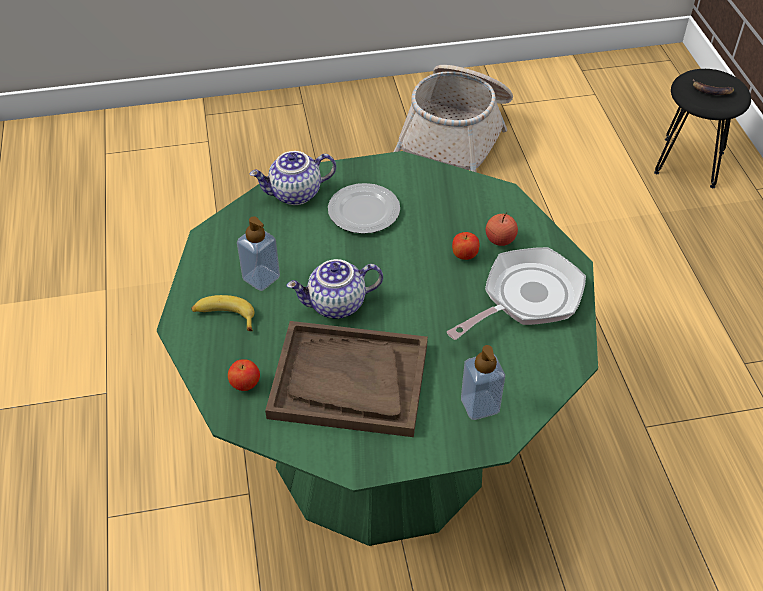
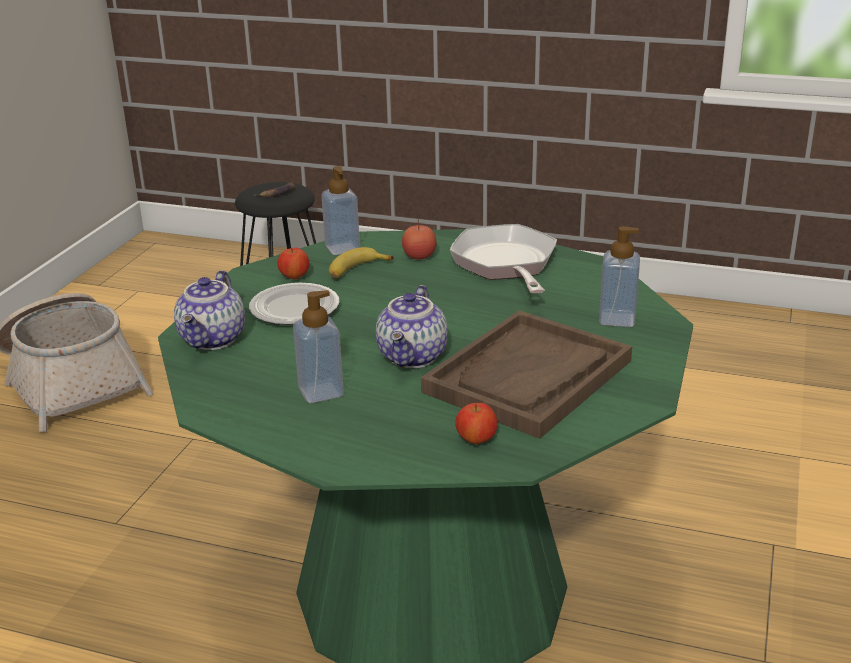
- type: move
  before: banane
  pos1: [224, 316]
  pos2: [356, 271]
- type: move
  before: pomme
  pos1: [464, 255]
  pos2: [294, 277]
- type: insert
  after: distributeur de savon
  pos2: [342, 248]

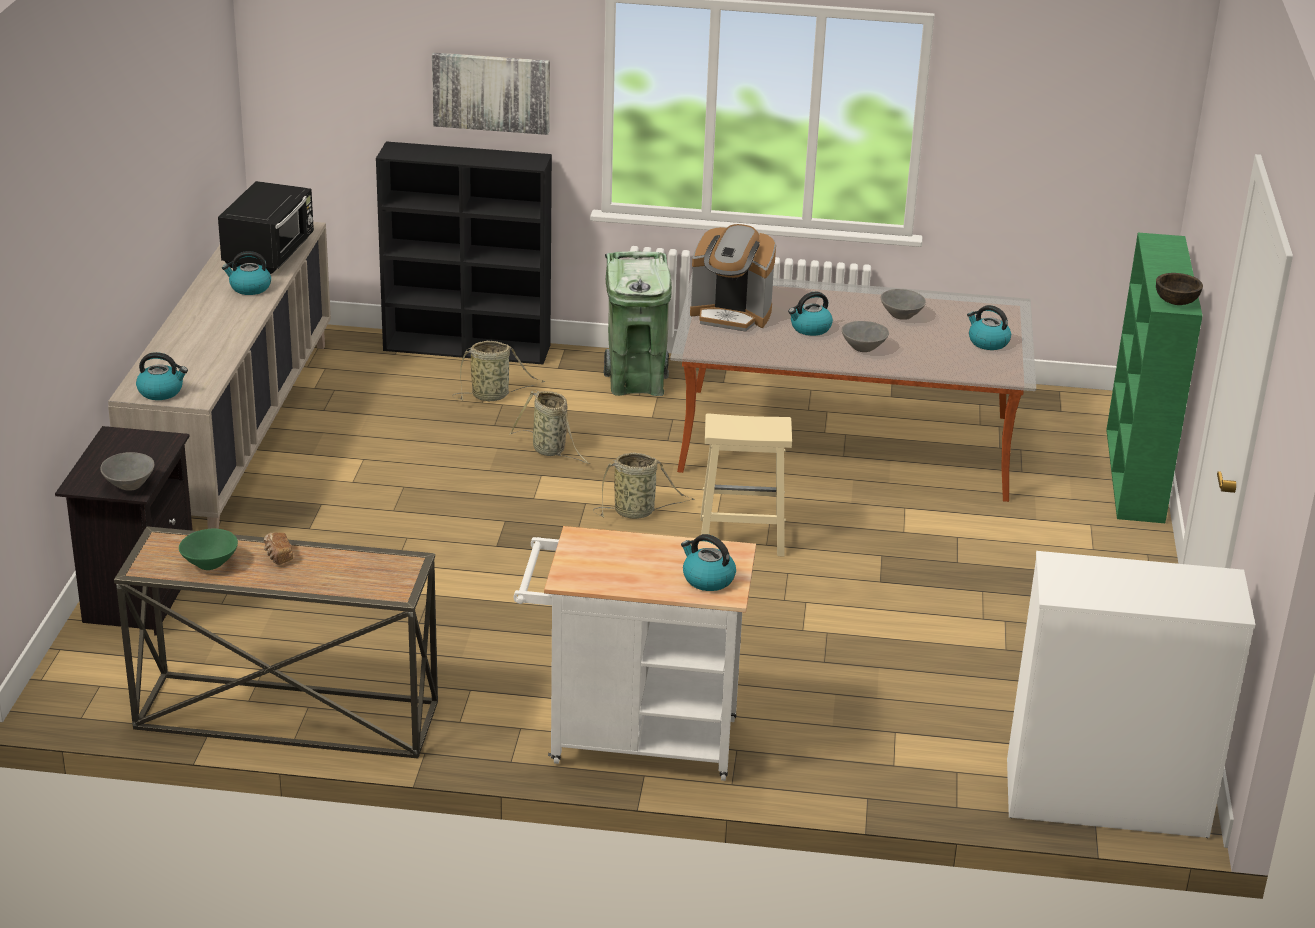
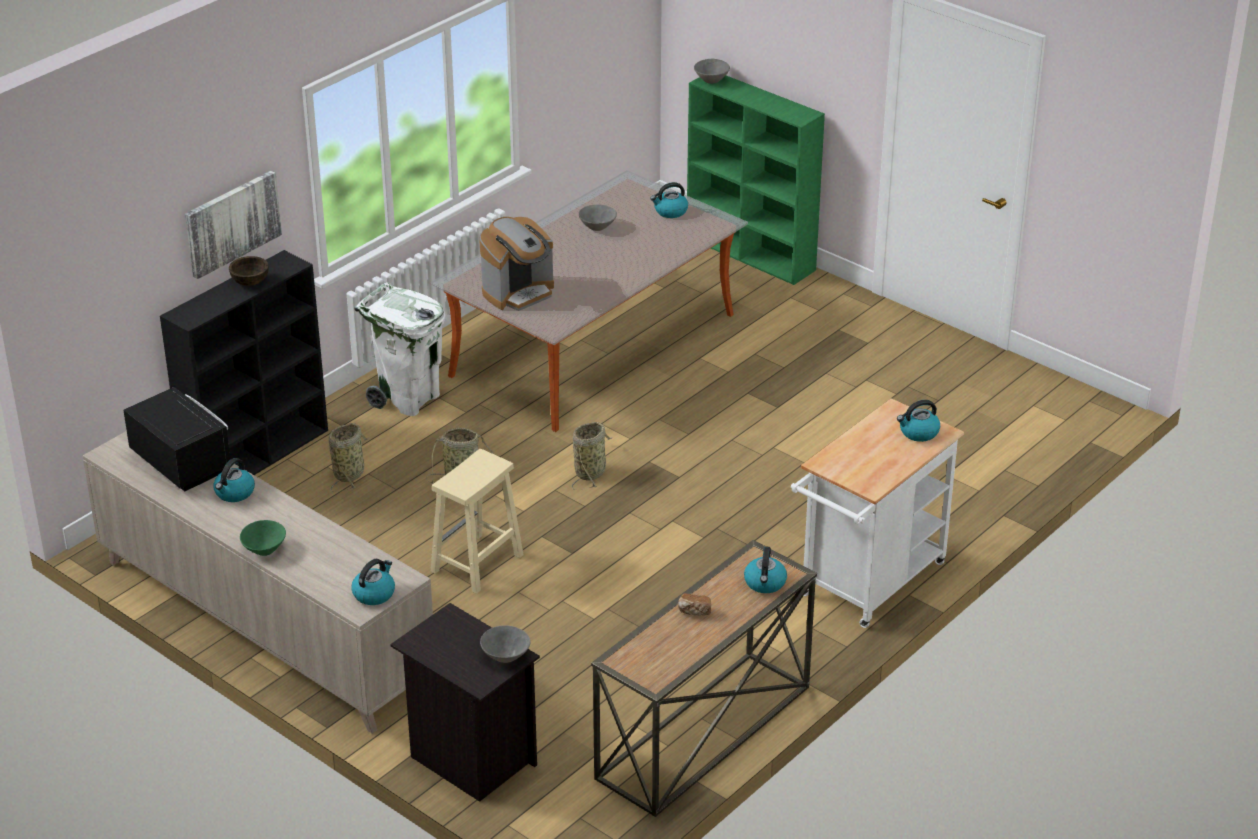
- type: move
  before: bol/vert
  pos1: [209, 564]
  pos2: [264, 550]
- type: recolor
  before: poubelle/vert
  after: poubelle/blanc
  pos1: [636, 383]
  pos2: [408, 399]
- type: move
  before: tabouret/beige
  pos1: [740, 536]
  pos2: [476, 564]
- type: move
  before: bouilloire
  pos1: [810, 328]
  pos2: [765, 583]
- type: move
  before: bol/gris
  pos1: [864, 348]
  pos2: [712, 80]
- type: delete
  before: commode/blanc
  pos1: [1105, 798]
- type: move
  before: bol/marron
  pos1: [1176, 301]
  pos2: [250, 281]

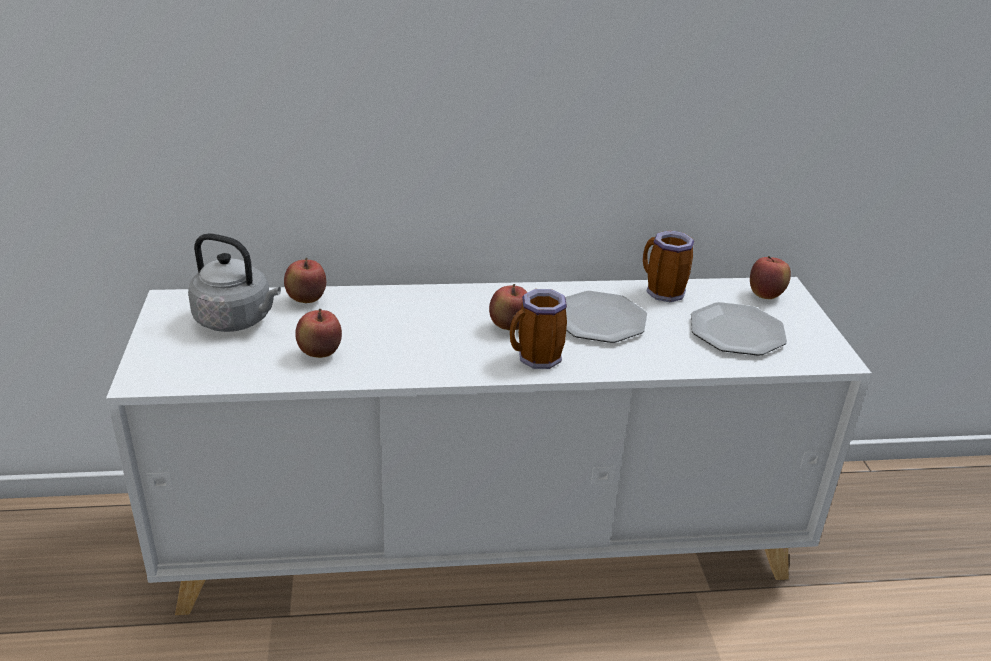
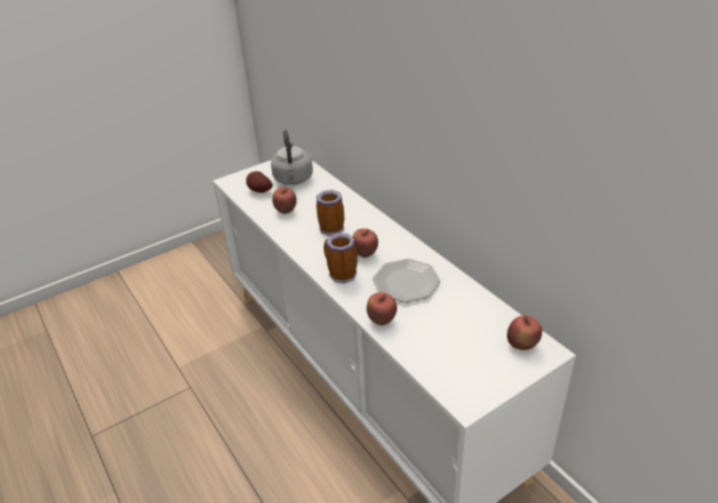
- type: move
  before: pomme
  pos1: [306, 300]
  pos2: [381, 320]
- type: move
  before: mug
  pos1: [661, 292]
  pos2: [331, 227]
- type: delete
  before: assiette
  pos1: [737, 332]
- type: insert
  after: pomme de terre
  pos2: [259, 191]

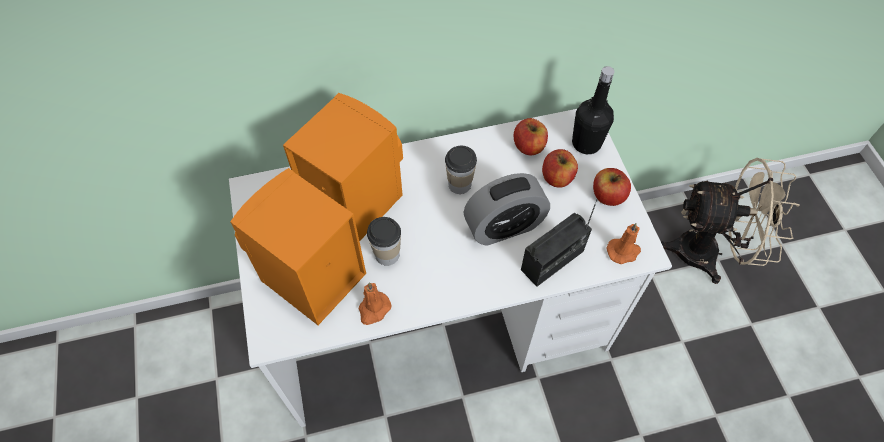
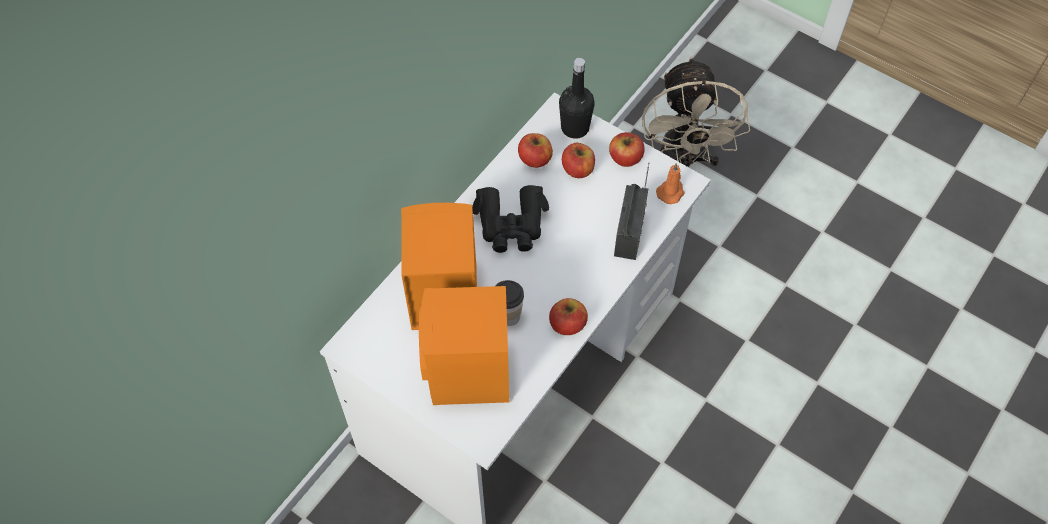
- type: delete
  before: bougie/orange
  pos1: [373, 309]
- type: replace
  before: tasse
  after: jumelles/noir
  pos1: [459, 184]
  pos2: [511, 224]
- type: delete
  before: réveil
  pos1: [504, 226]
- type: rotate
  before: ventilateur/beige
  pos1: [708, 253]
  pos2: [682, 160]
  turn: 120
- type: insert
  after: pomme
  pos2: [567, 324]

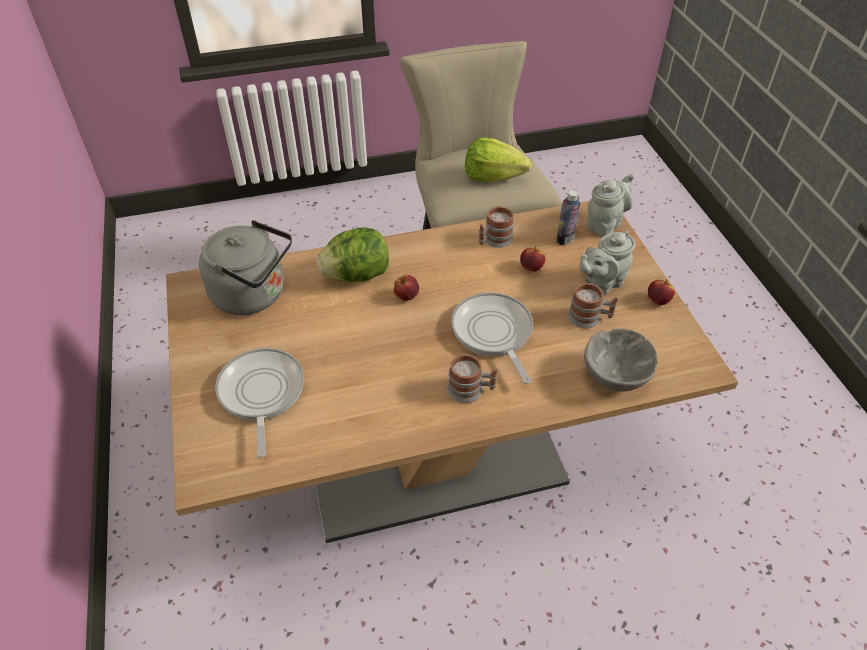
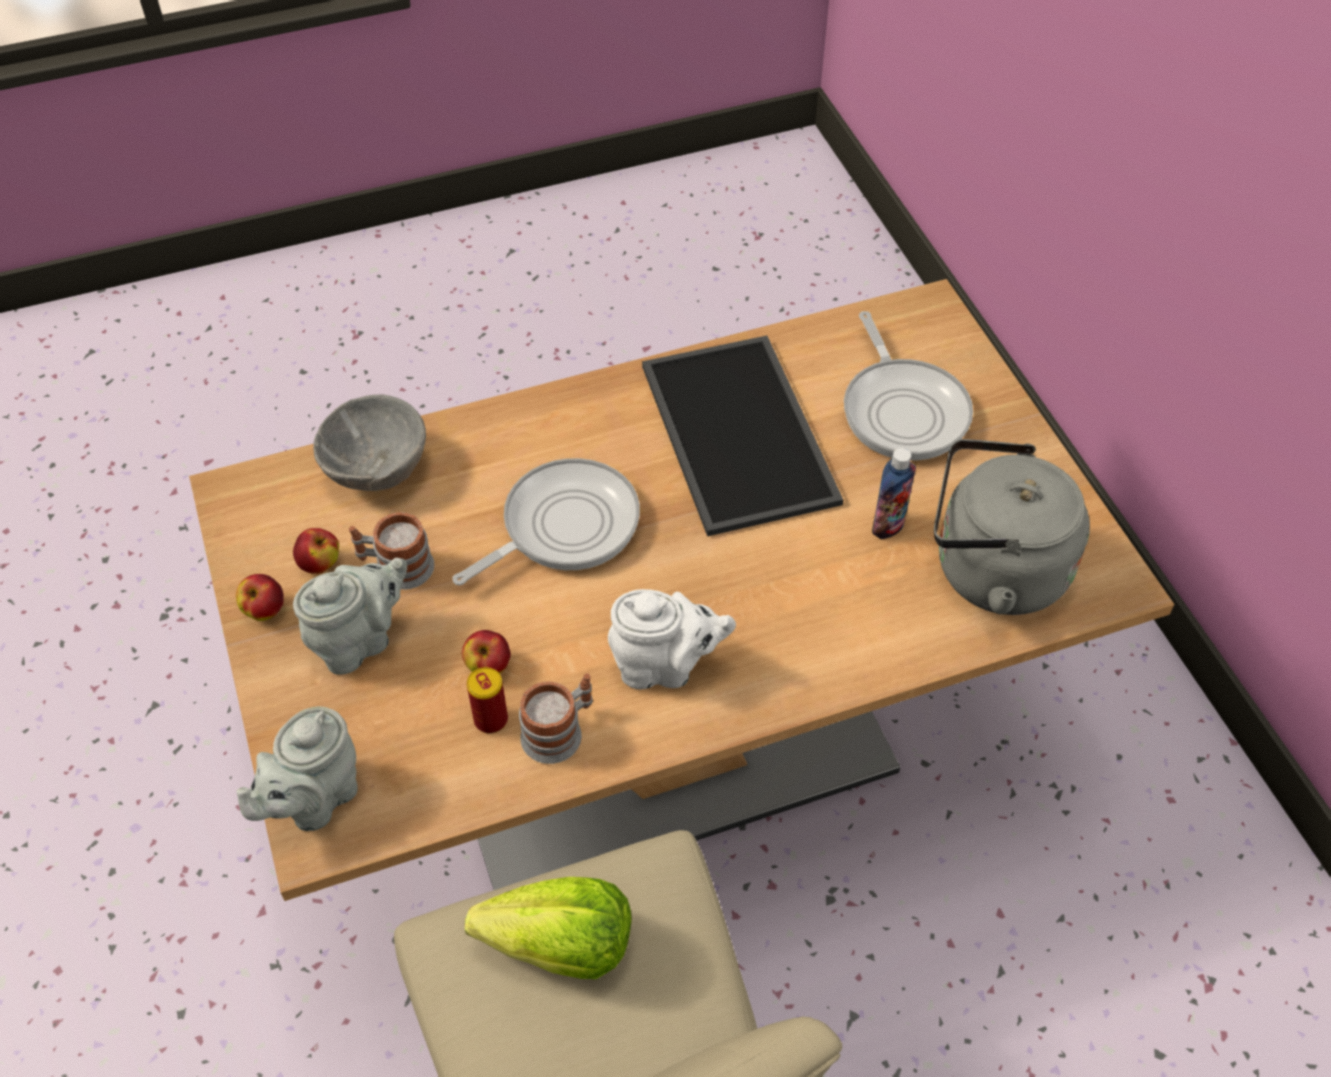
- type: delete
  before: laitue
  pos1: [357, 275]
- type: move
  before: pomme
  pos1: [406, 296]
  pos2: [320, 564]
- type: delete
  before: mug
  pos1: [471, 390]
- type: rotate
  before: poêle
  pos1: [493, 333]
  pos2: [563, 526]
  turn: -105
- type: move
  before: bouteille
  pos1: [565, 239]
  pos2: [888, 525]
- type: insert
  after: boîte métallique
  pos2: [491, 719]
- type: insert
  after: théière/blanc
  pos2: [664, 666]
- type: insert
  after: plateau
  pos2: [743, 434]

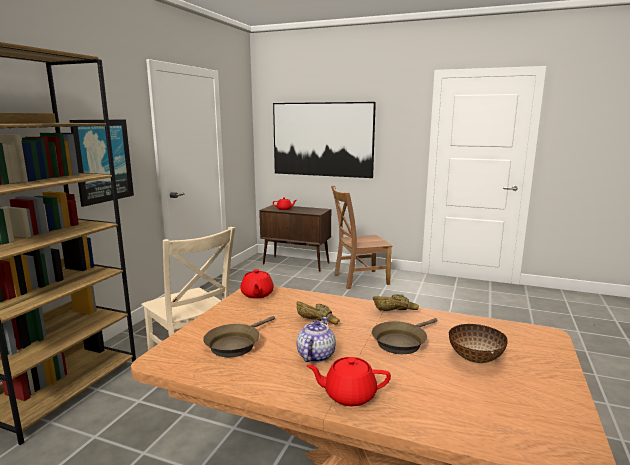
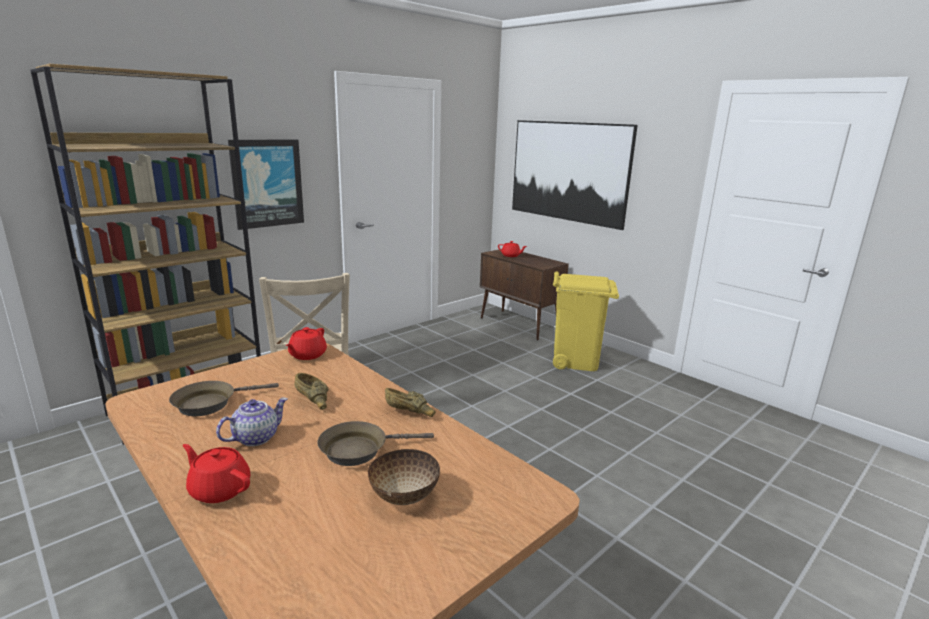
- type: replace
  before: chaise/marron
  after: poubelle/jaune
  pos1: [358, 279]
  pos2: [575, 360]

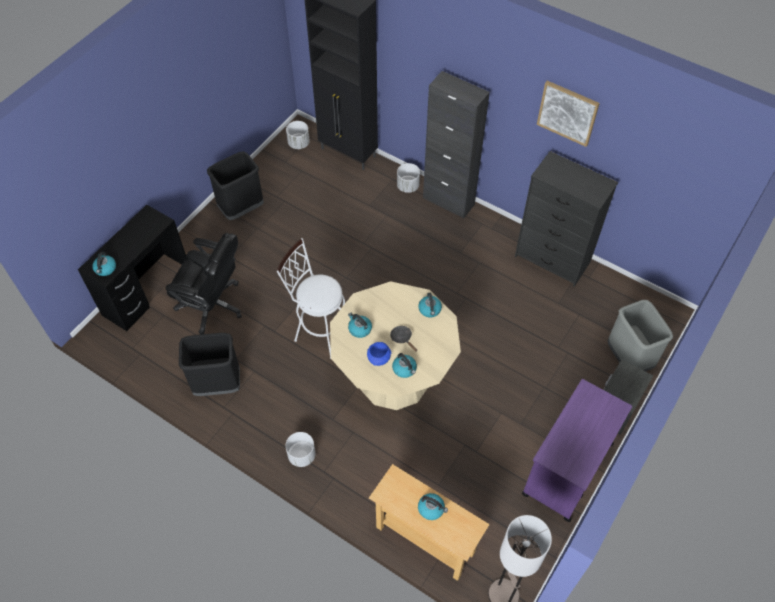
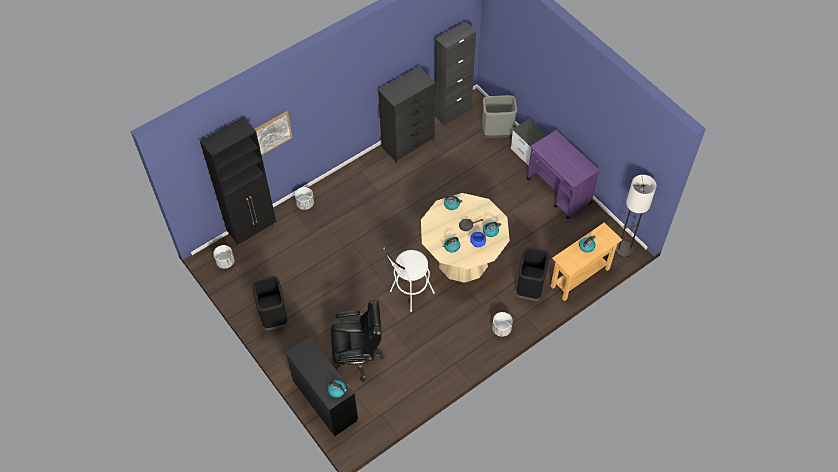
- type: rotate
  before: chaise de bureau/noir
  pos1: [212, 305]
  pos2: [358, 357]
  turn: 45
- type: move
  before: poubelle/noir
  pos1: [217, 384]
  pos2: [530, 289]
- type: move
  before: meuble de rangement/noir
  pos1: [448, 201]
  pos2: [453, 112]
- type: move
  before: tableau
  pos1: [567, 113]
  pos2: [272, 133]

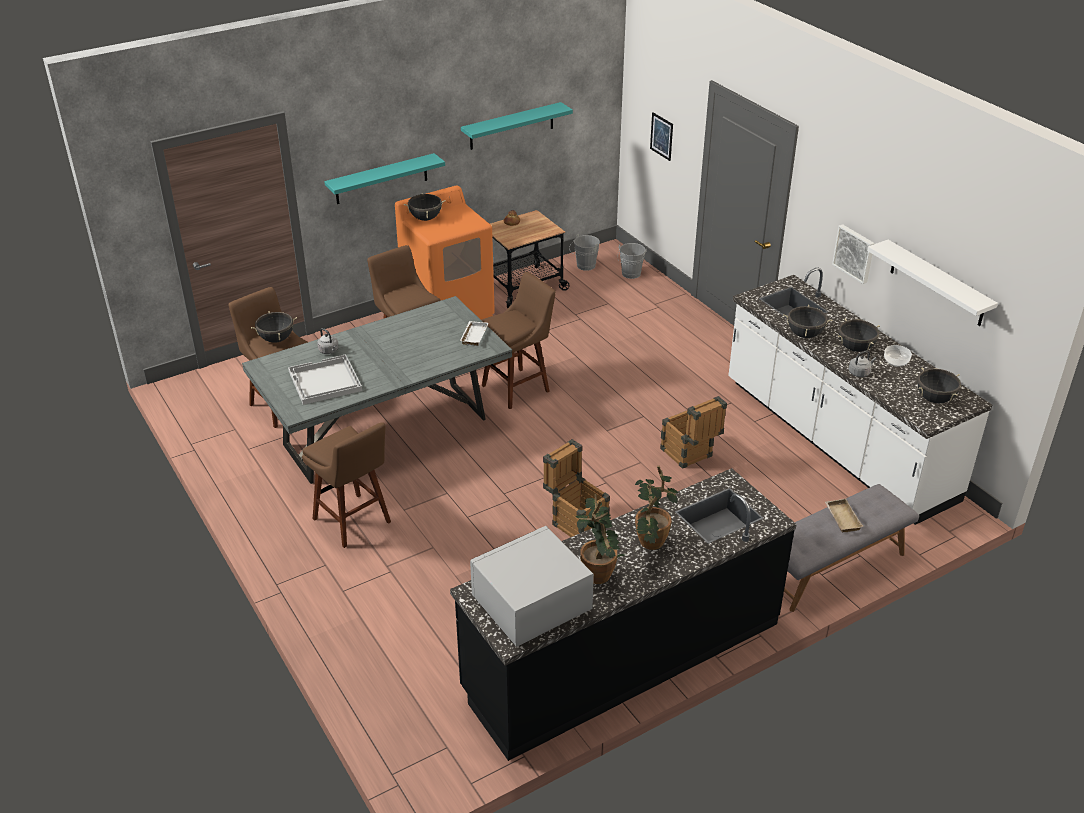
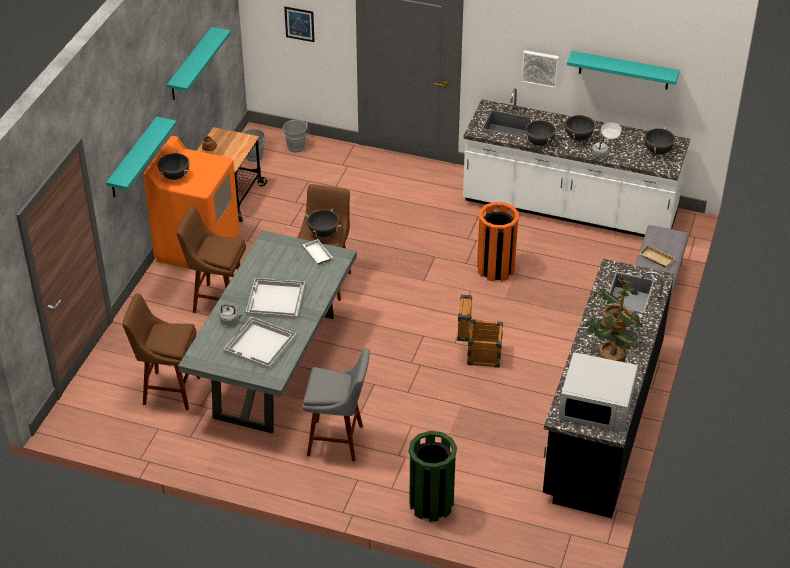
- type: move
  before: marmite/noir
  pos1: [276, 339]
  pos2: [323, 233]
- type: recolor
  before: tabouret/marron
  after: tabouret/gris
  pos1: [354, 522]
  pos2: [339, 441]
- type: rotate
  before: micro-ondes/blanc
  pos1: [530, 603]
  pos2: [597, 405]
  turn: -90
- type: replace
  before: caisse
  after: poubelle/orange
  pos1: [689, 456]
  pos2: [495, 269]
- type: recolor
  before: étagère/blanc
  after: étagère/turquoise
  pos1: [937, 284]
  pos2: [624, 70]
- type: insert
  after: plateau/blanc
  pos2: [275, 300]
- type: insert
  after: poubelle/vert
  pos2: [431, 504]

